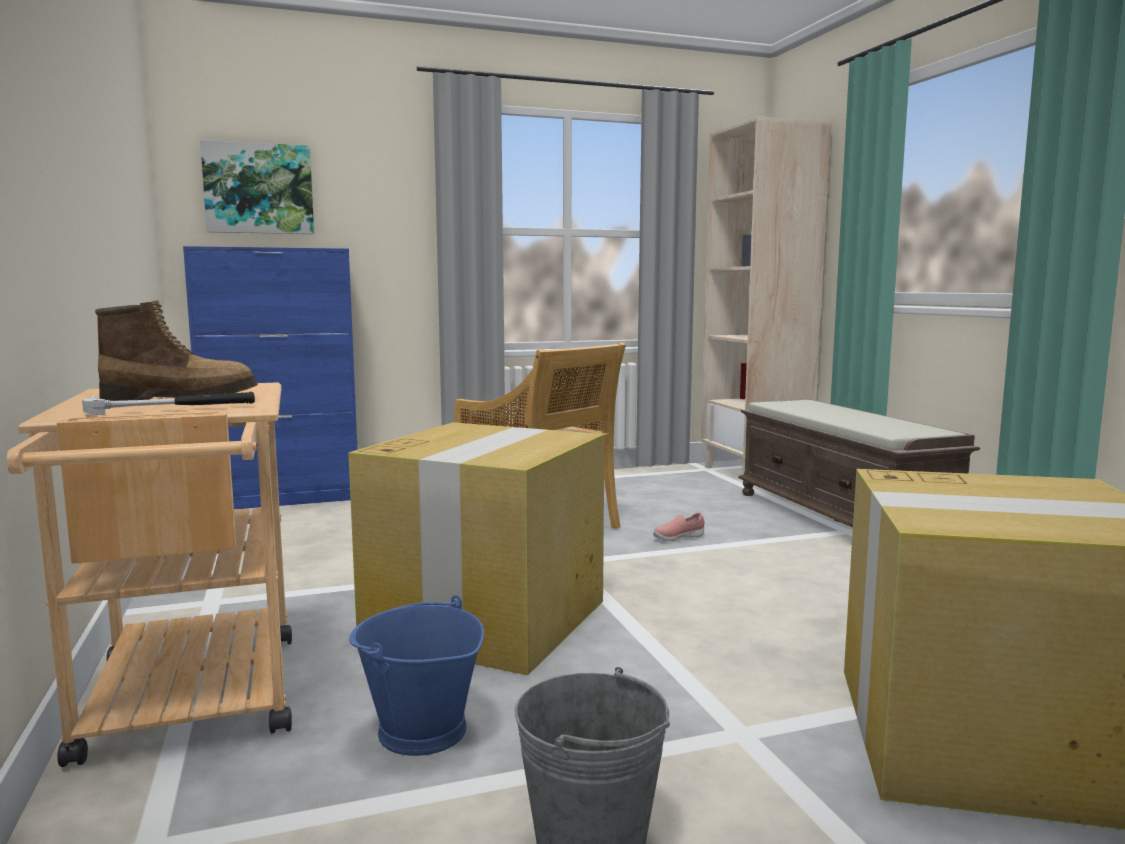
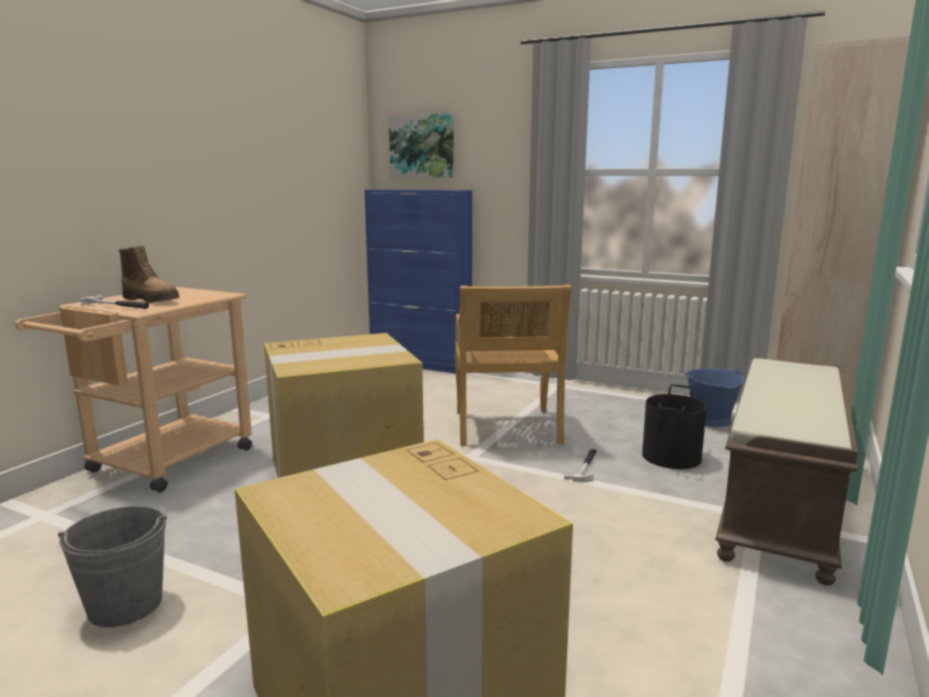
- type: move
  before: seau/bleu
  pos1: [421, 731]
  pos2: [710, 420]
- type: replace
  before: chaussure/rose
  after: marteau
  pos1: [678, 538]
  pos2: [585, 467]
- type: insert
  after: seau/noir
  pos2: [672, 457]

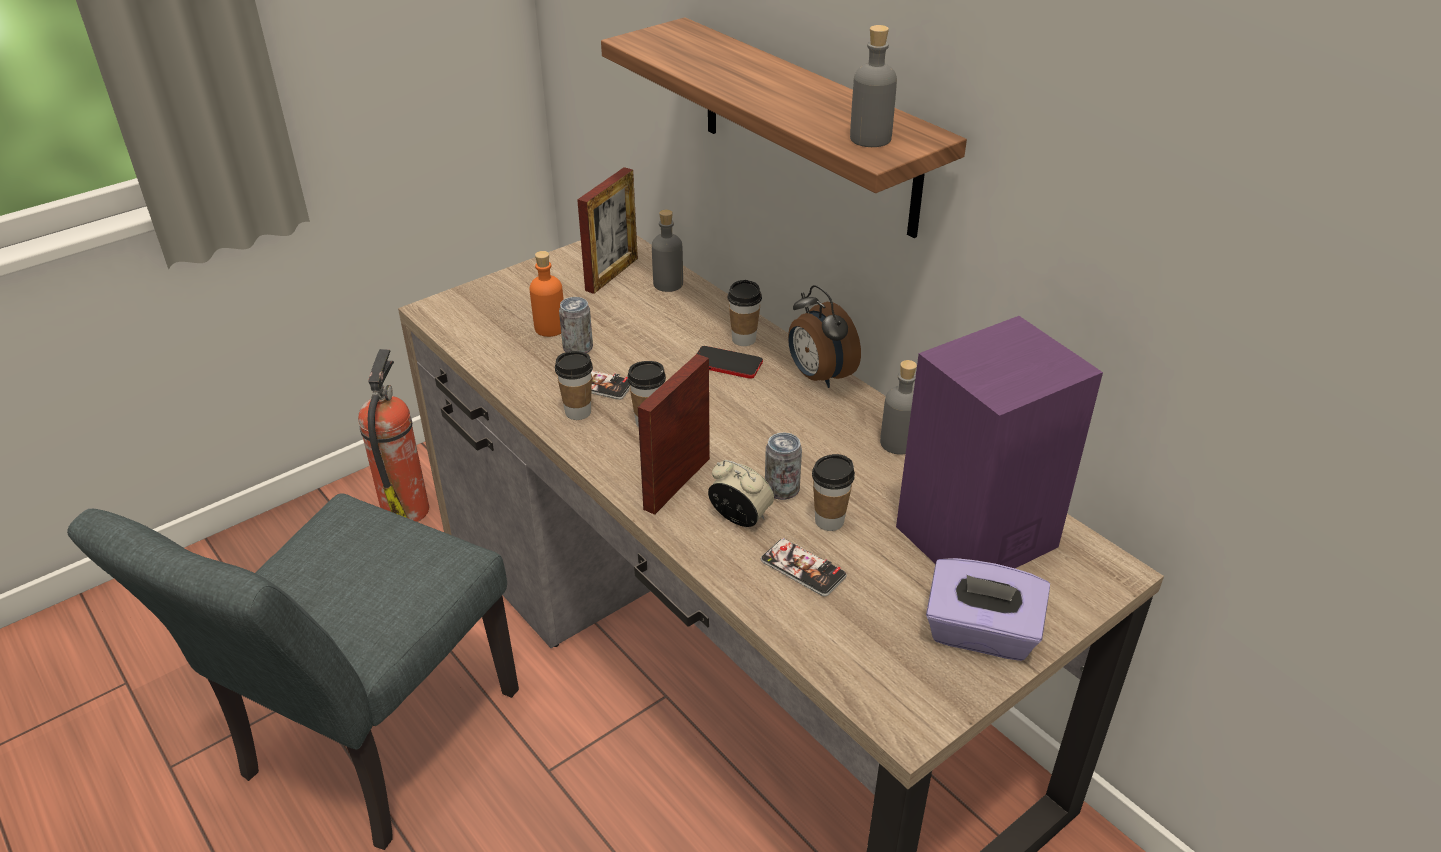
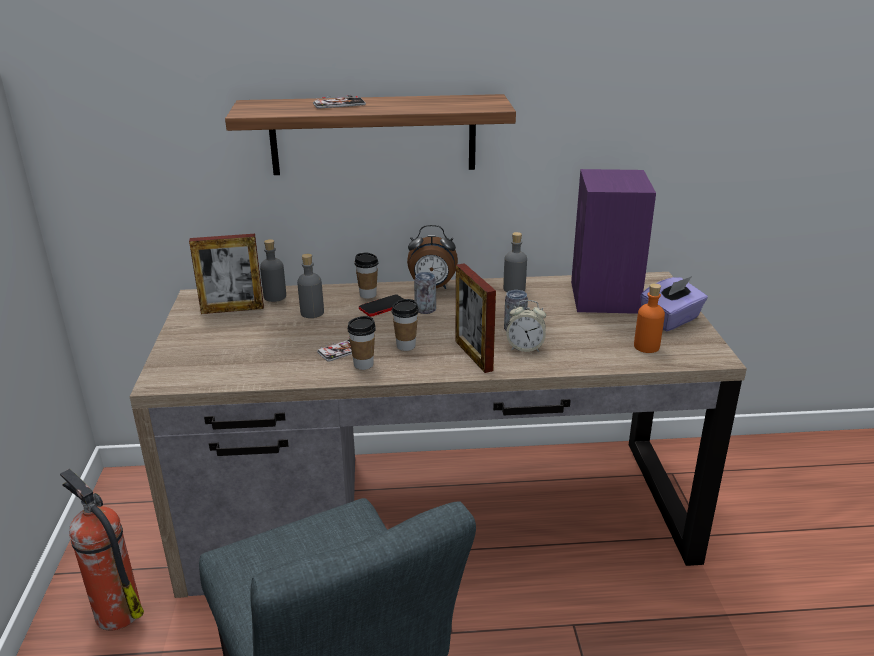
- type: move
  before: bouteille/orange
  pos1: [550, 328]
  pos2: [646, 346]
- type: move
  before: boîte métallique
  pos1: [578, 348]
  pos2: [425, 309]
- type: rotate
  before: cadre photo
  pos1: [612, 274]
  pos2: [232, 309]
  turn: 105
- type: rotate
  before: réveil
  pos1: [740, 518]
  pos2: [525, 348]
  turn: -150
- type: move
  before: téléphone
  pos1: [803, 568]
  pos2: [339, 104]
- type: delete
  before: tasse
  pos1: [829, 521]
- type: move
  before: bouteille/gris
  pos1: [870, 138]
  pos2: [312, 313]

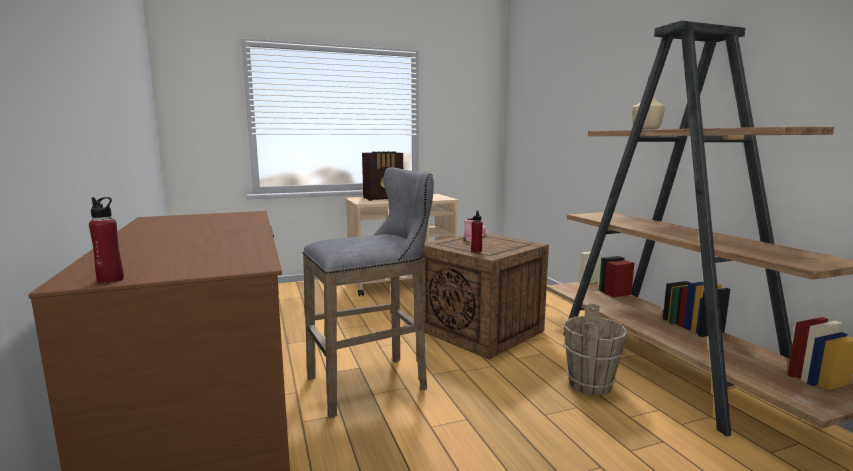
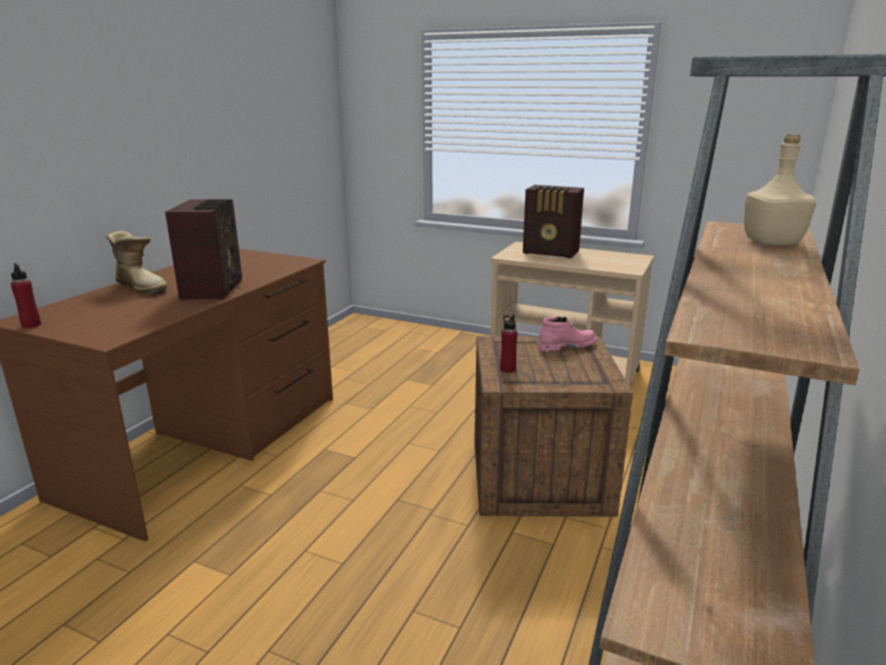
- type: delete
  before: tabouret/gris
  pos1: [373, 383]
- type: delete
  before: seau/marron
  pos1: [591, 385]
- type: insert
  after: botte
  pos2: [142, 287]
- type: insert
  after: radio
  pos2: [214, 289]

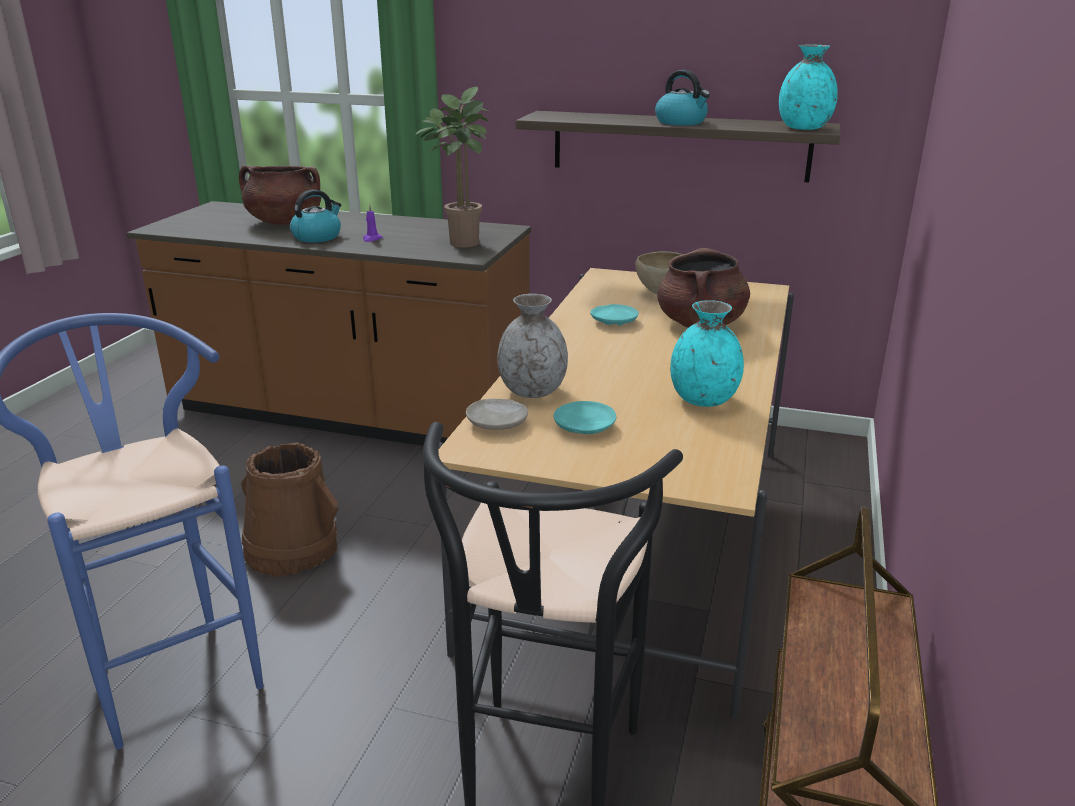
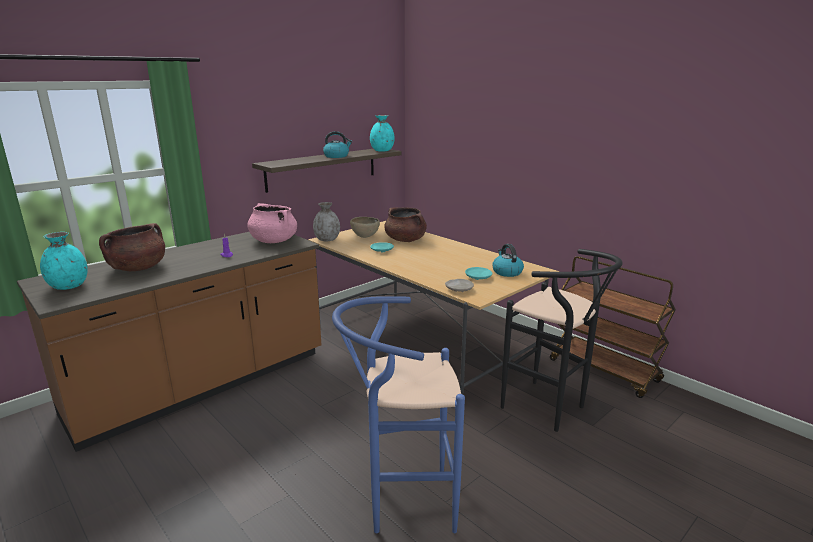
- type: delete
  before: seau/marron
  pos1: [292, 548]
- type: move
  before: bouilloire
  pos1: [317, 237]
  pos2: [506, 272]
- type: replace
  before: plante en pot
  after: marmite/rose
  pos1: [461, 242]
  pos2: [273, 241]
- type: move
  before: vase/gris
  pos1: [532, 391]
  pos2: [327, 240]
- type: move
  before: vase/turquoise
  pos1: [703, 399]
  pos2: [69, 286]

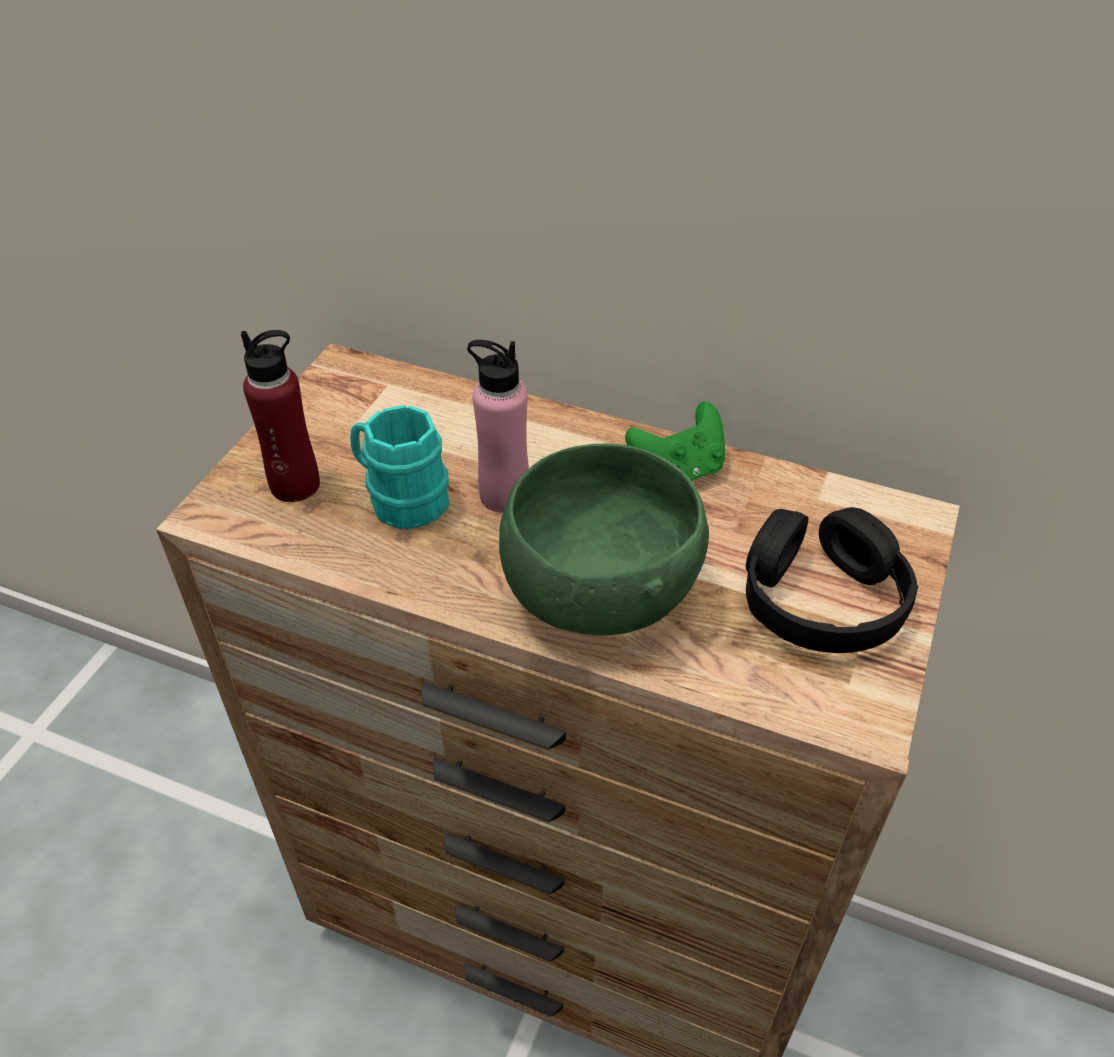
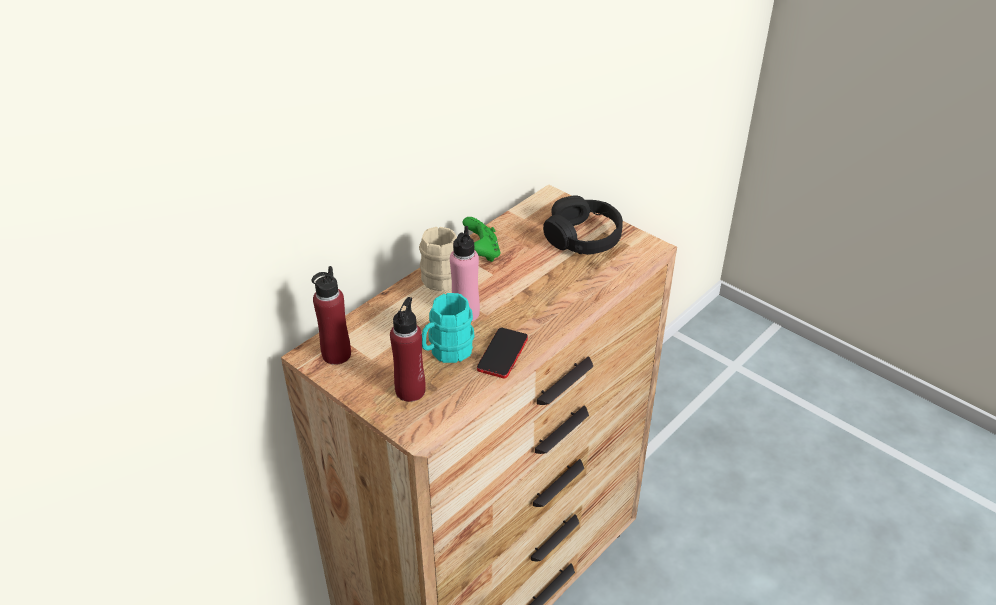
- type: delete
  before: bol/vert
  pos1: [598, 592]
- type: insert
  after: bouteille/rouge
  pos2: [336, 354]
- type: insert
  after: mug/beige
  pos2: [438, 275]
- type: insert
  after: téléphone
  pos2: [502, 354]

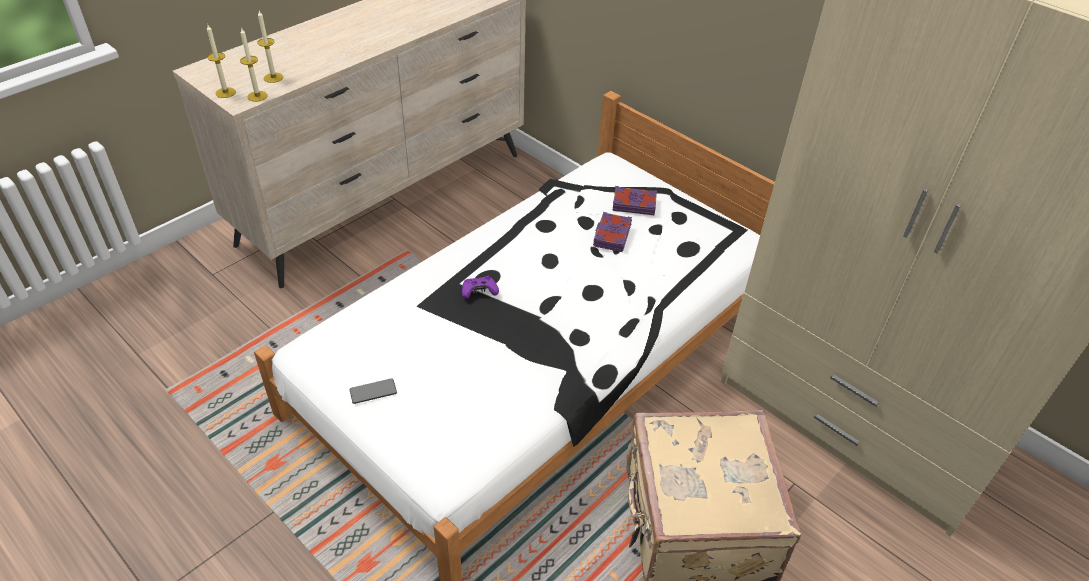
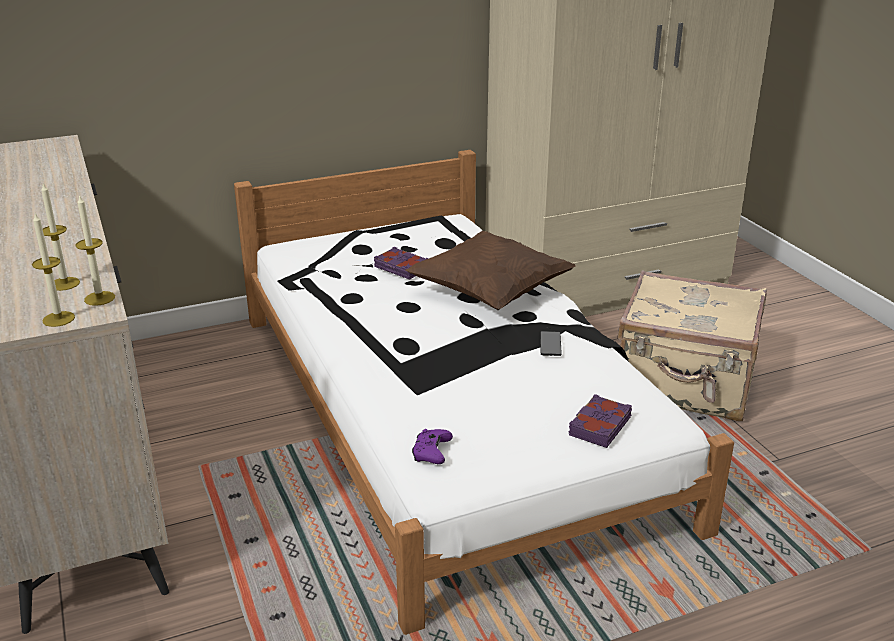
- type: move
  before: téléphone
  pos1: [373, 391]
  pos2: [550, 344]
- type: move
  before: manette/violet
  pos1: [479, 292]
  pos2: [431, 453]
- type: move
  before: livre/violet
  pos1: [634, 204]
  pos2: [599, 426]
- type: insert
  after: coussin/marron
  pos2: [490, 294]

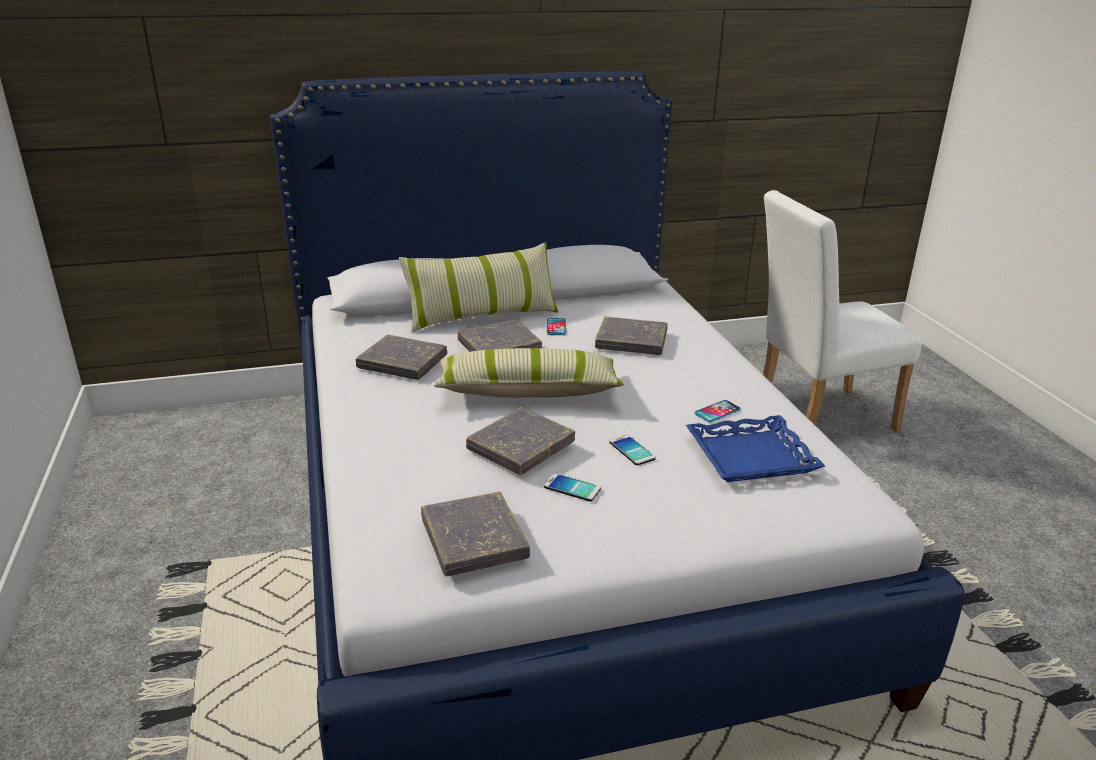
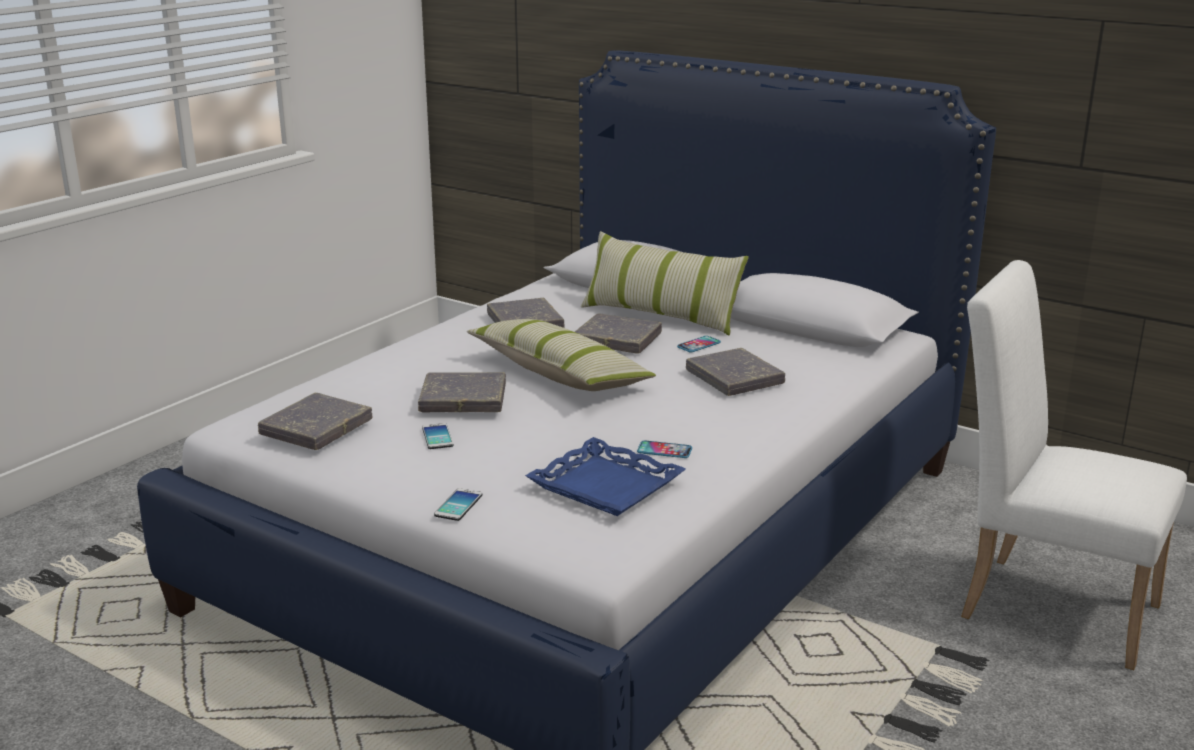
- type: move
  before: téléphone
  pos1: [632, 450]
  pos2: [458, 505]

